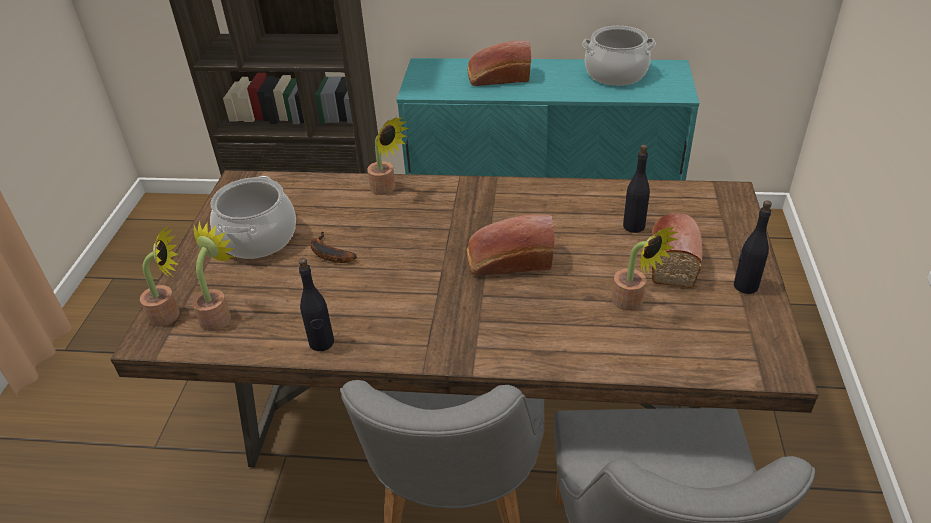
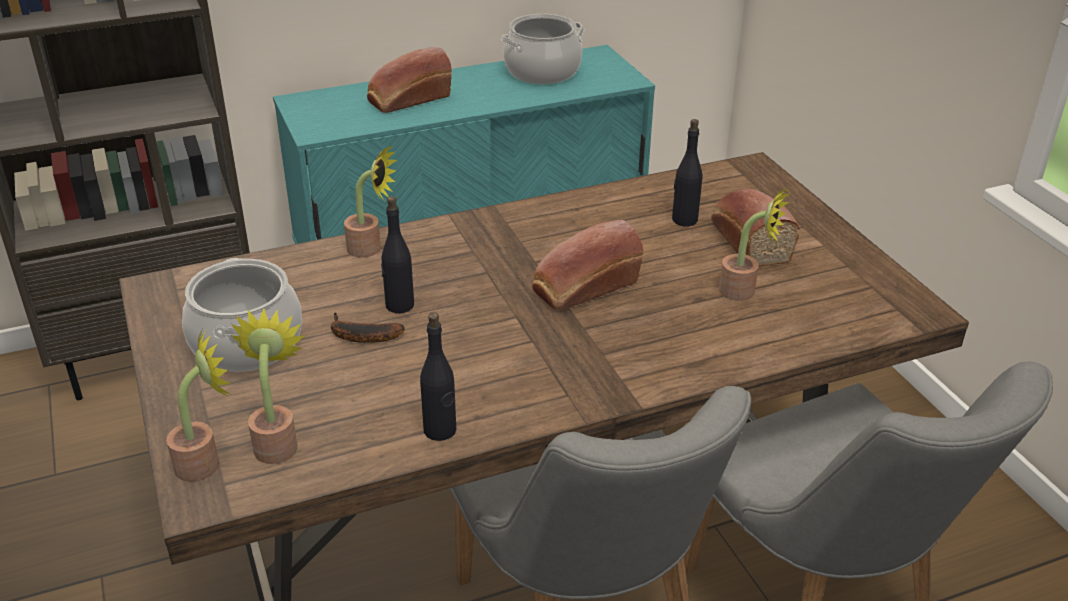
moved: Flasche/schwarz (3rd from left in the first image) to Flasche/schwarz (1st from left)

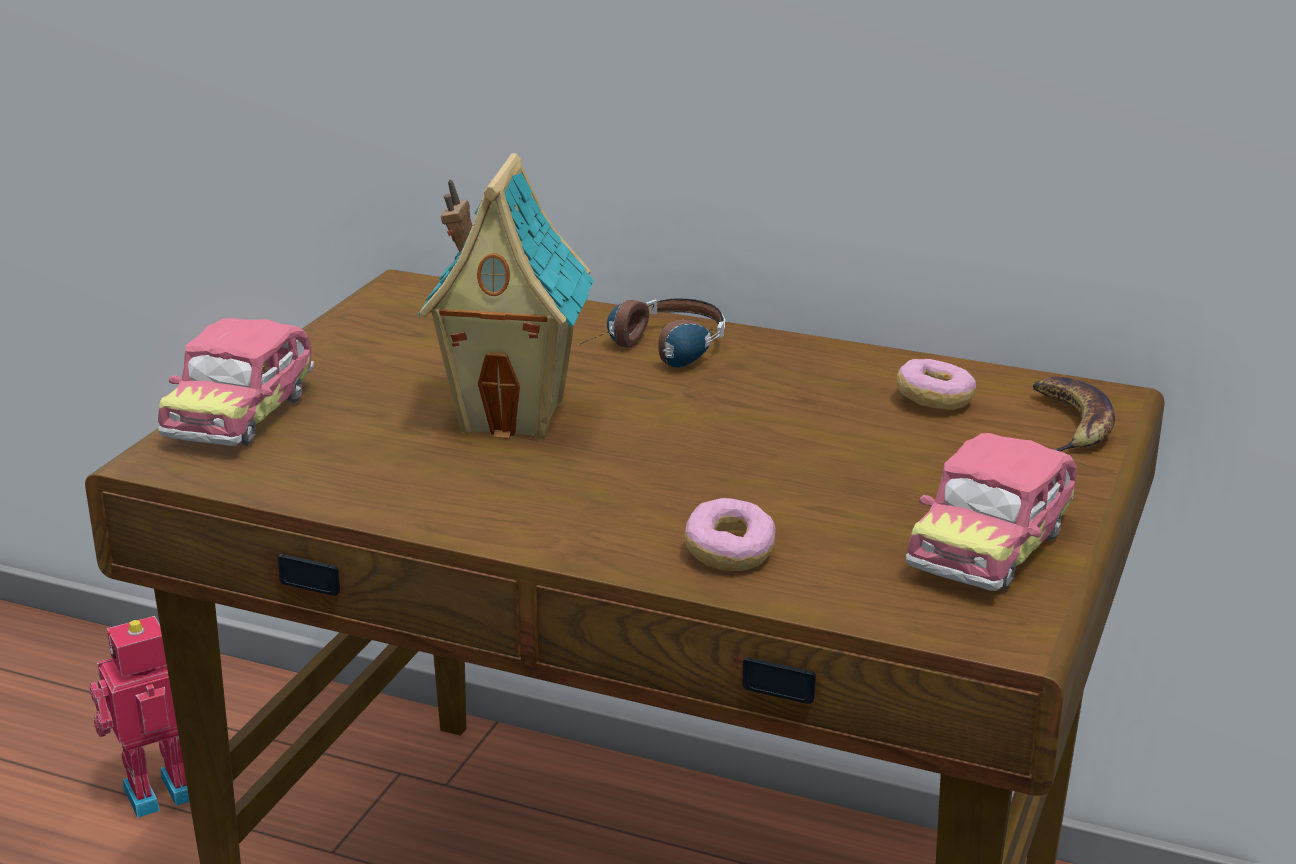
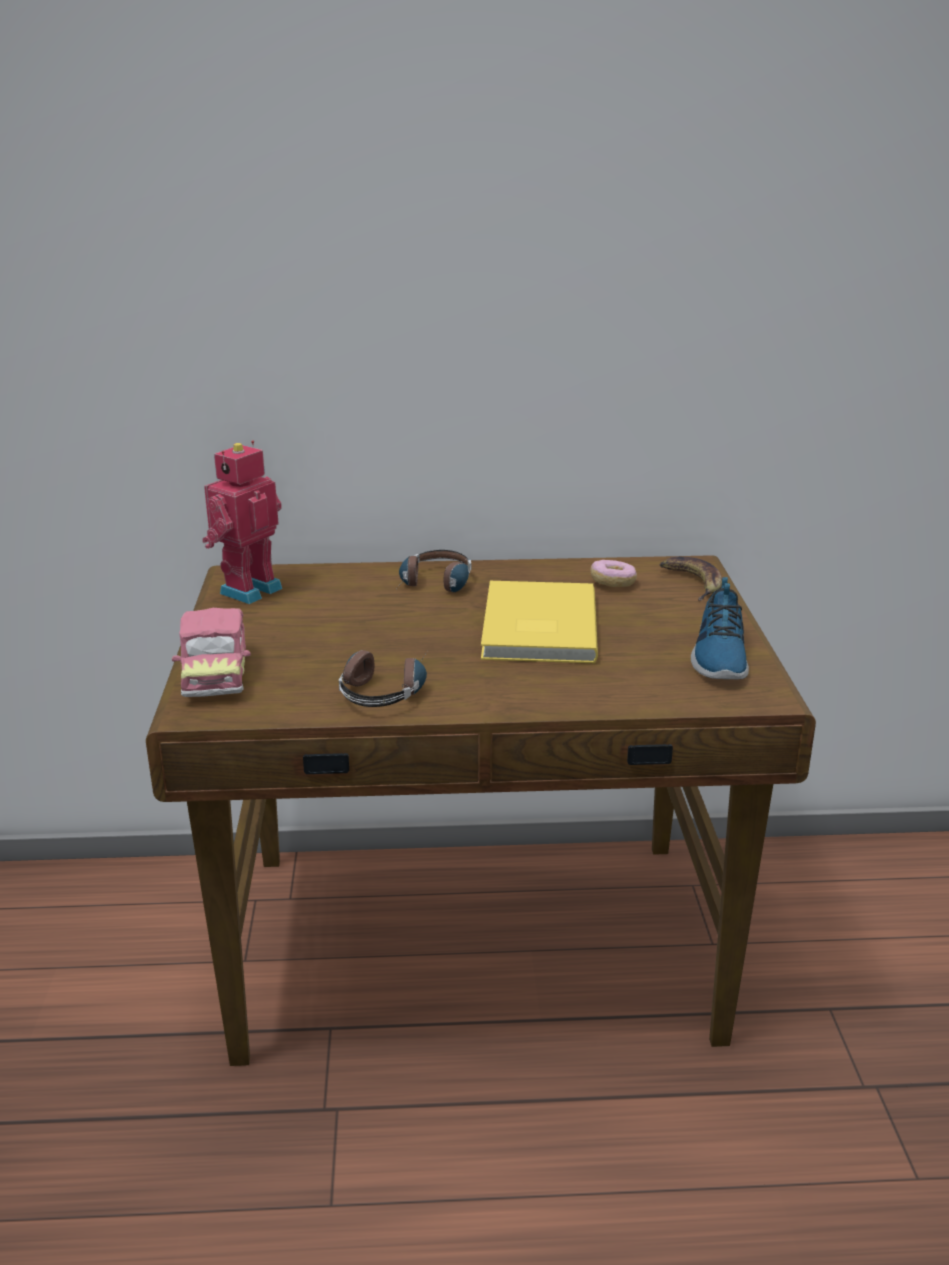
removed: Spielzeughaus; Donut (1st from left)
added: Kopfhörer (1st from left); Buch/gelb
moved: Spielzeugroboter
replaced: Spielzeugauto (2nd from left) to Schuh

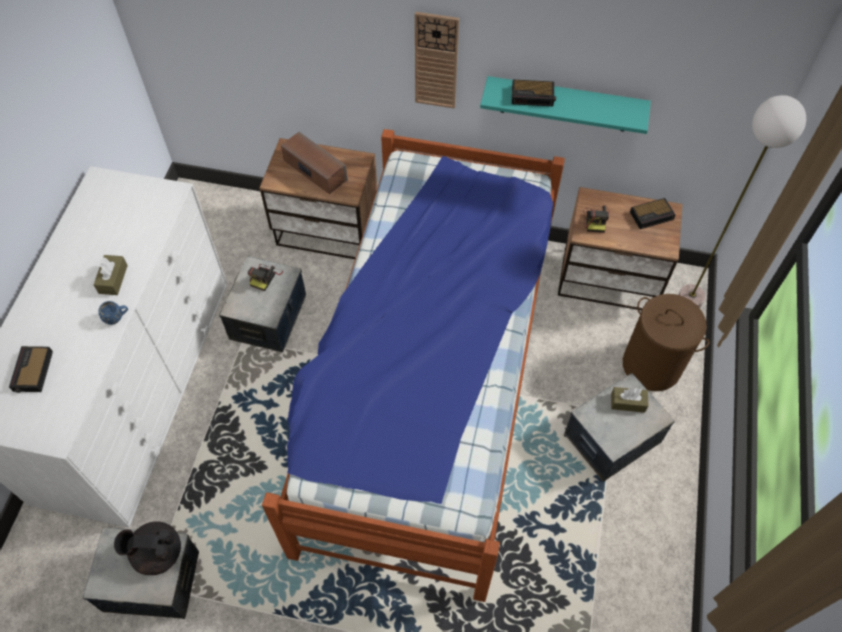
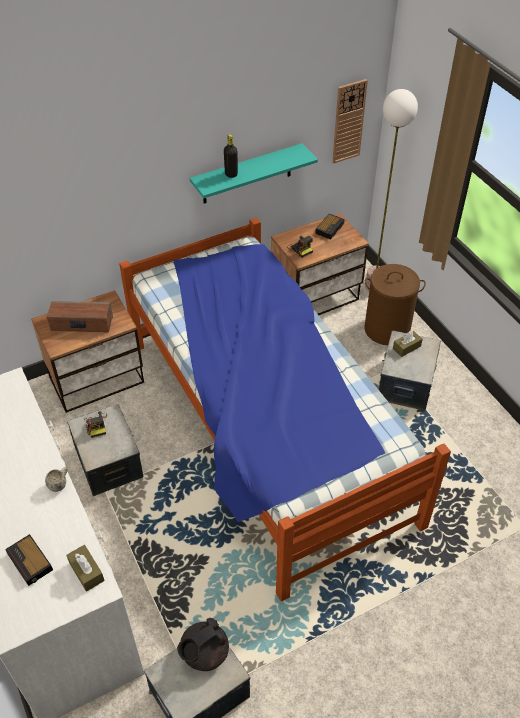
moved: Taschentuchbox/braun (1st from left); Wanduhr
replaced: Wecker (2nd from left) to Flasche/schwarz
recoloured: Henkelbecher/blau to Henkelbecher/weiß

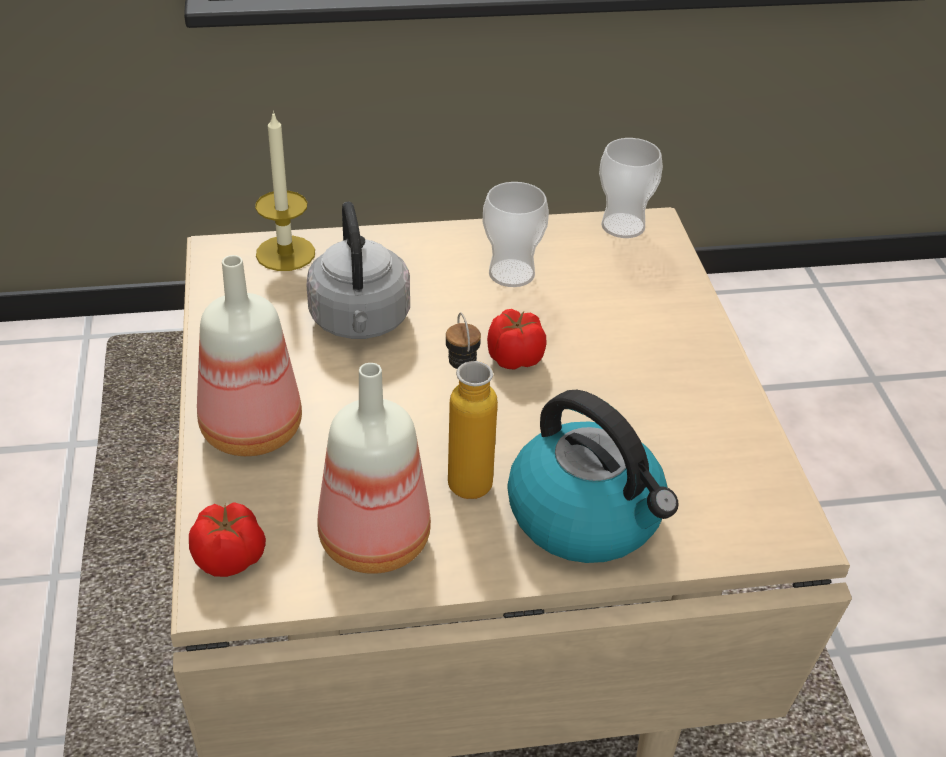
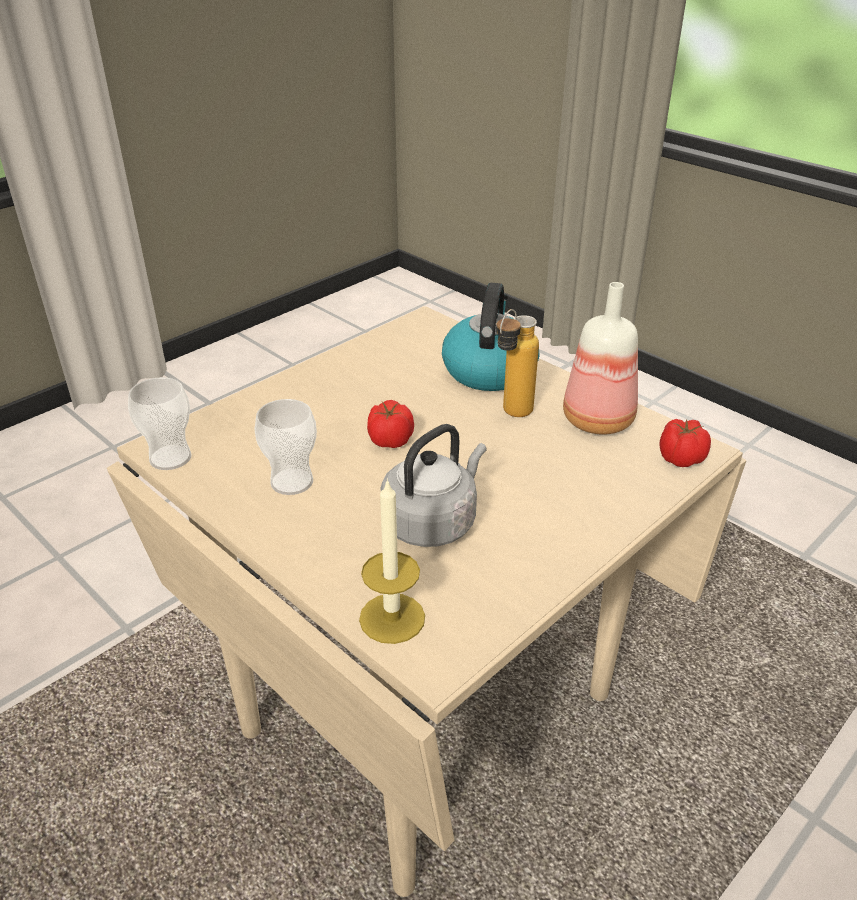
removed: Flasche (1st from left)

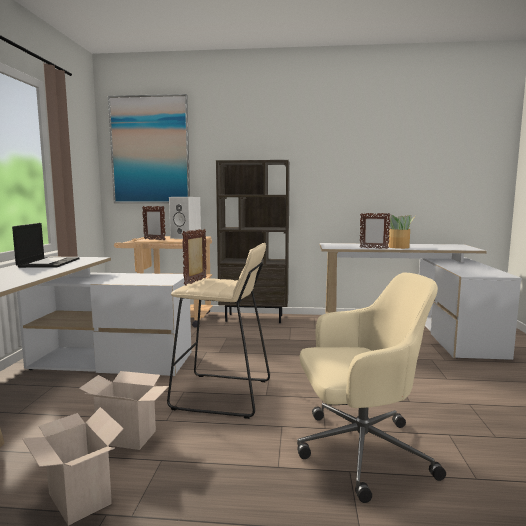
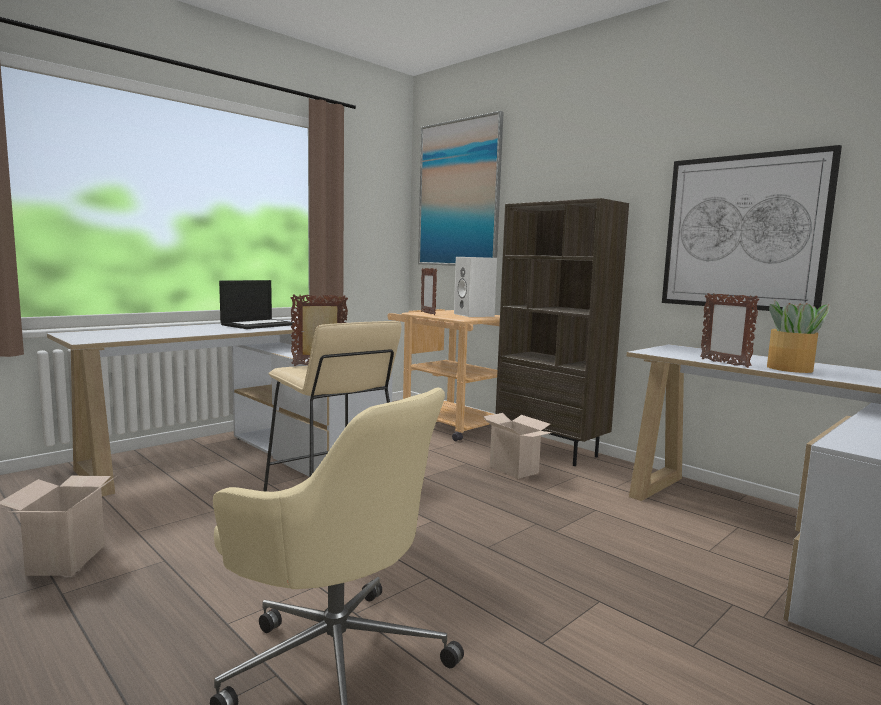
added: Bild (2nd from left)
moved: Karton (2nd from left)

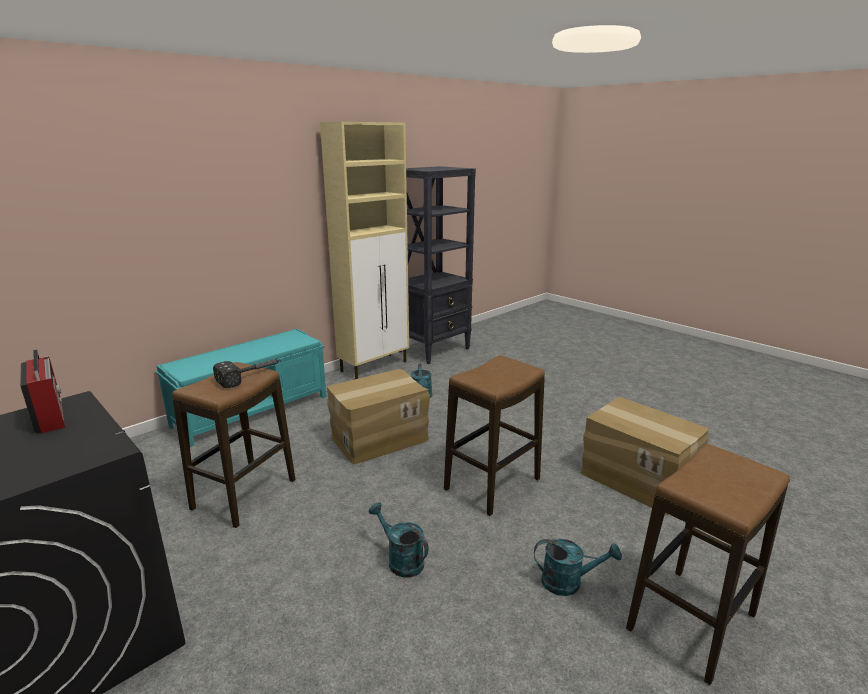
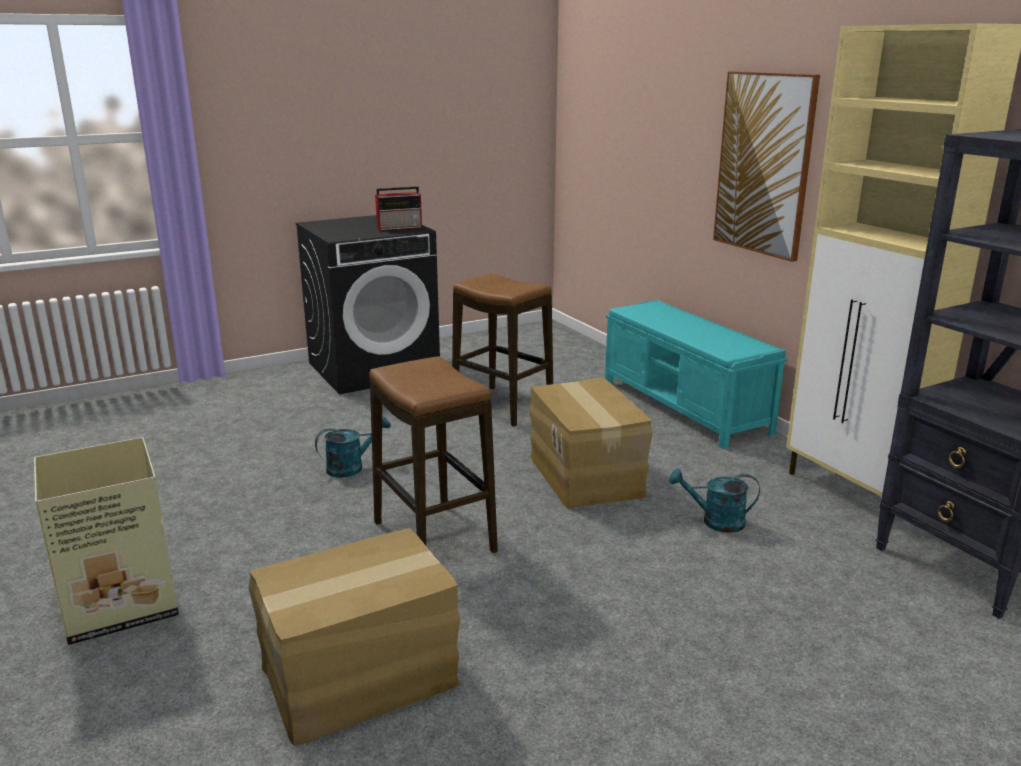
removed: Hammer; Gießkanne/türkis (3rd from left)
added: Bild
replaced: Hocker (3rd from left) to Karton (1st from left)

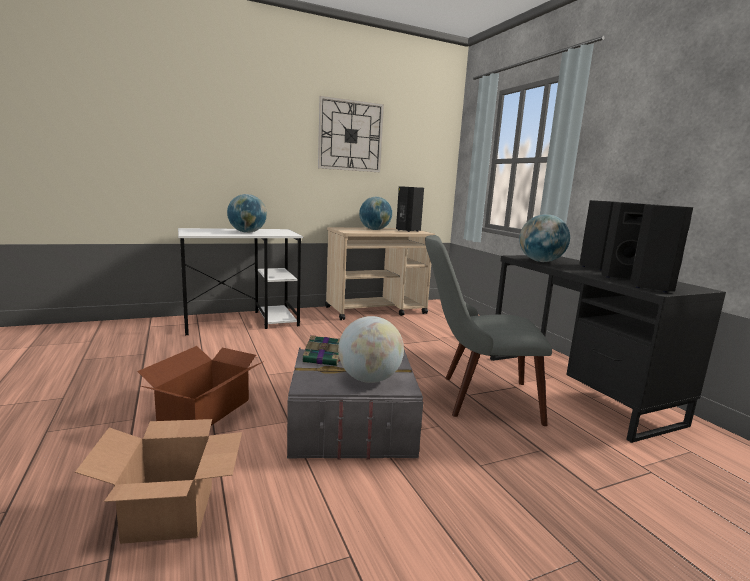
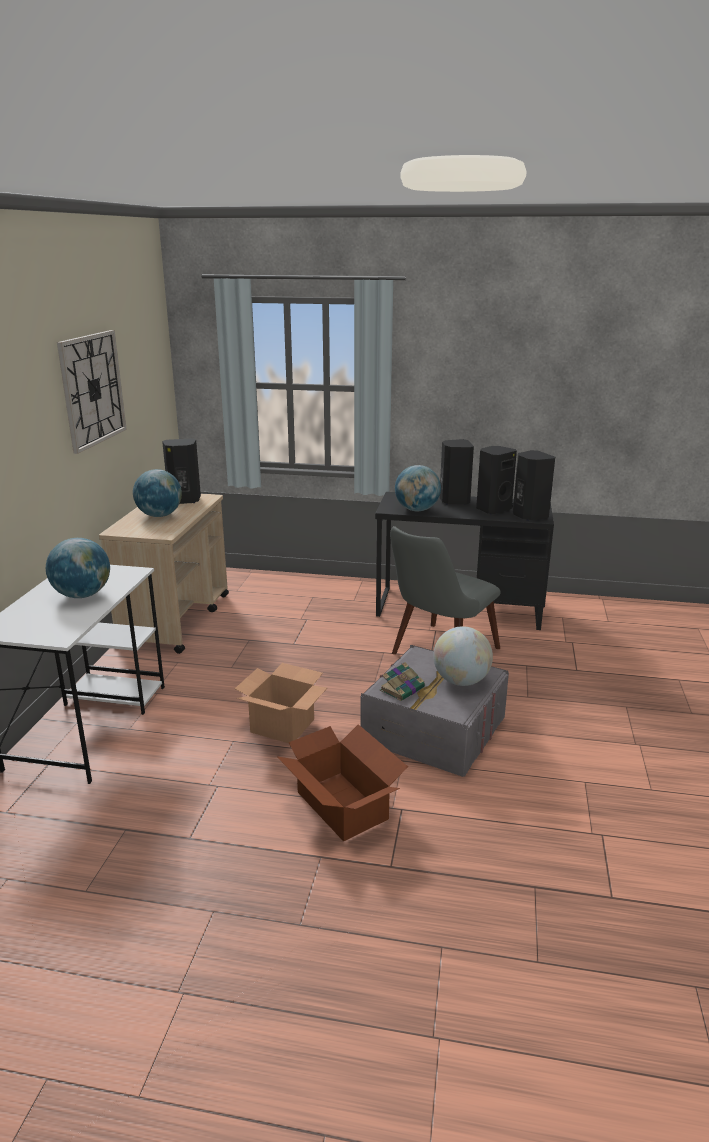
moved: Karton (1st from left)

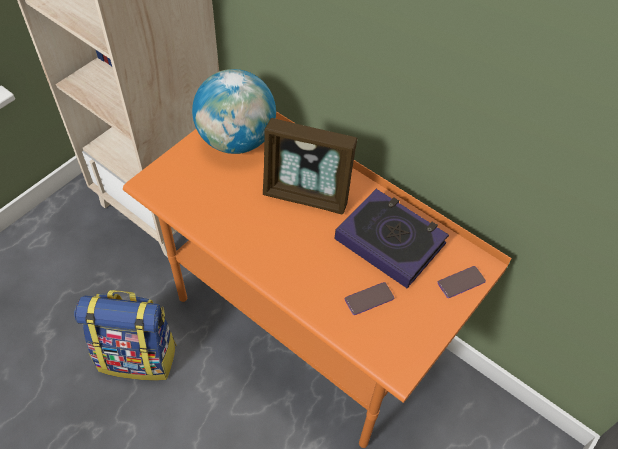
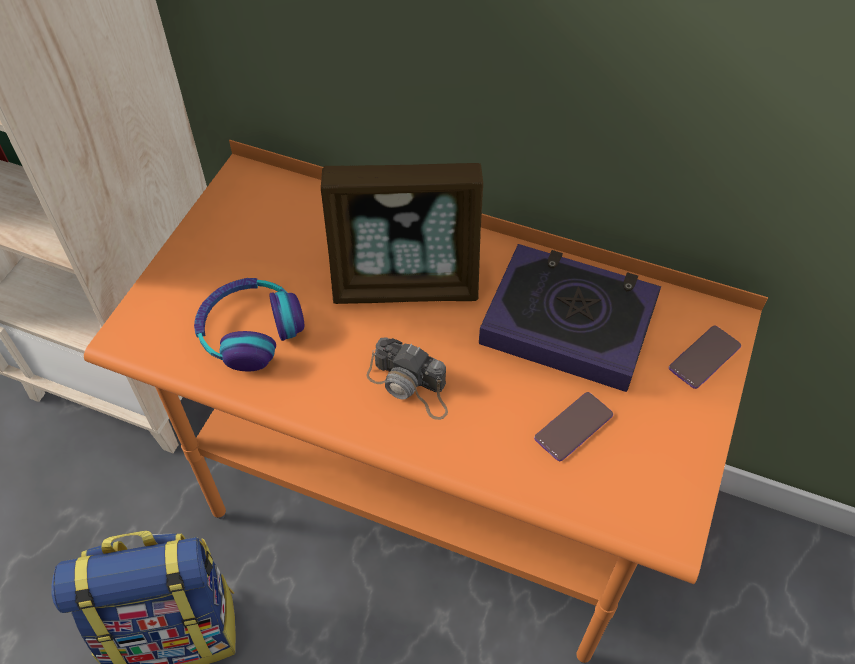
removed: Globus
added: Kopfhörer; Kamera

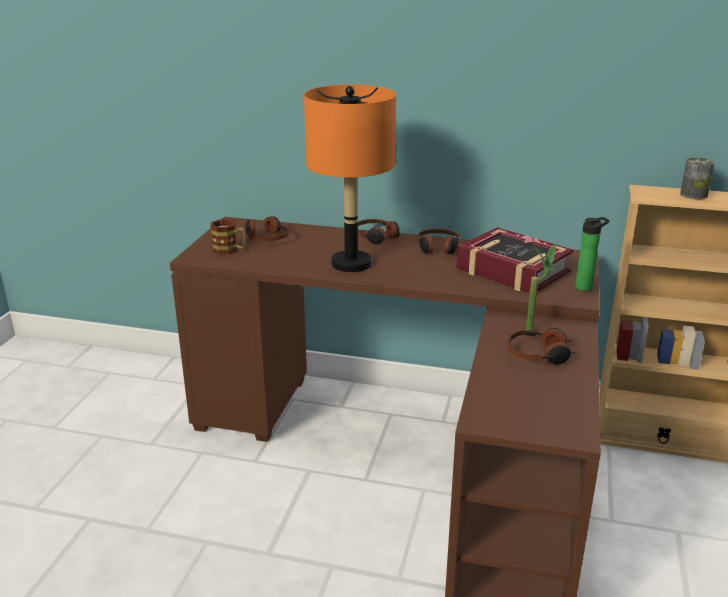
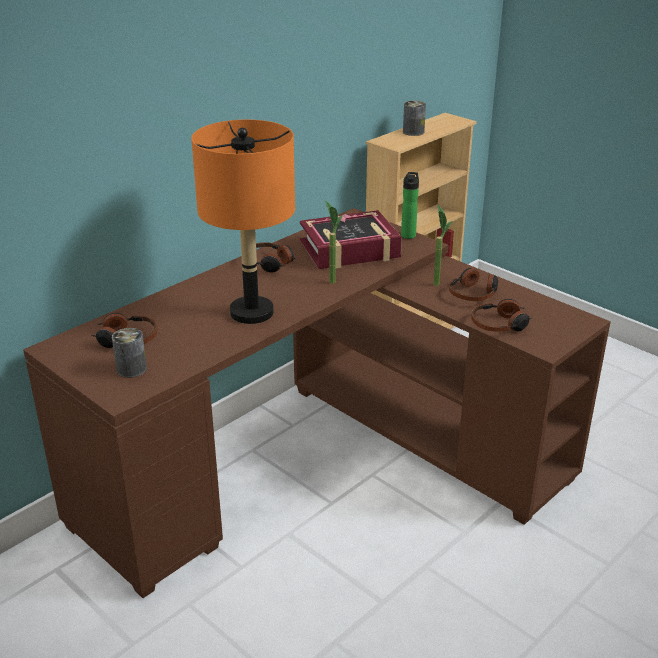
added: Topfpflanze (1st from left)
moved: Kopfhörer (2nd from left in the first image) to Kopfhörer (4th from left)
replaced: Henkelbecher to Dose (1st from left)

